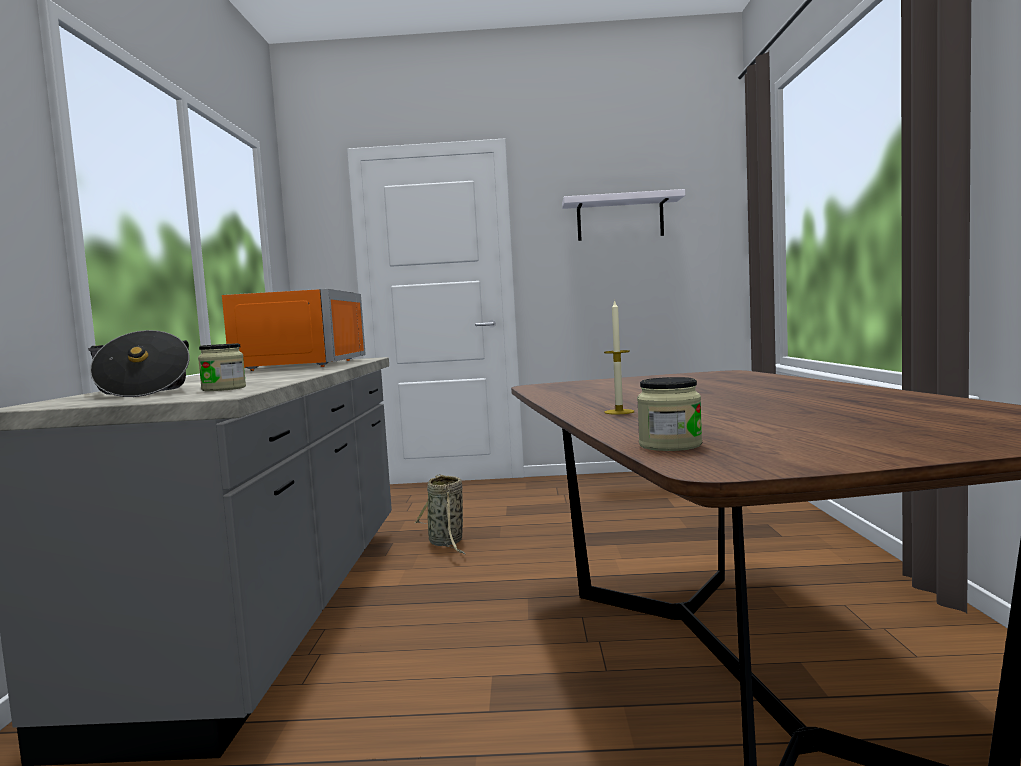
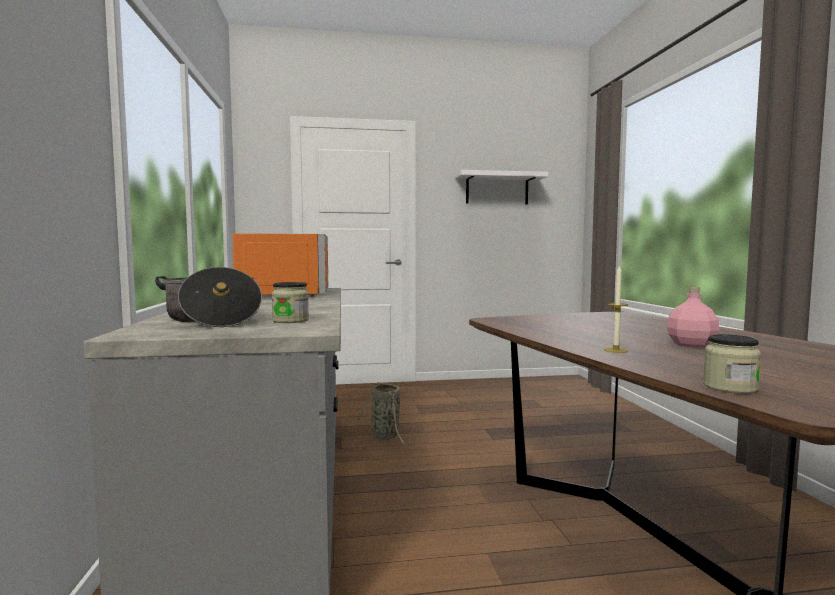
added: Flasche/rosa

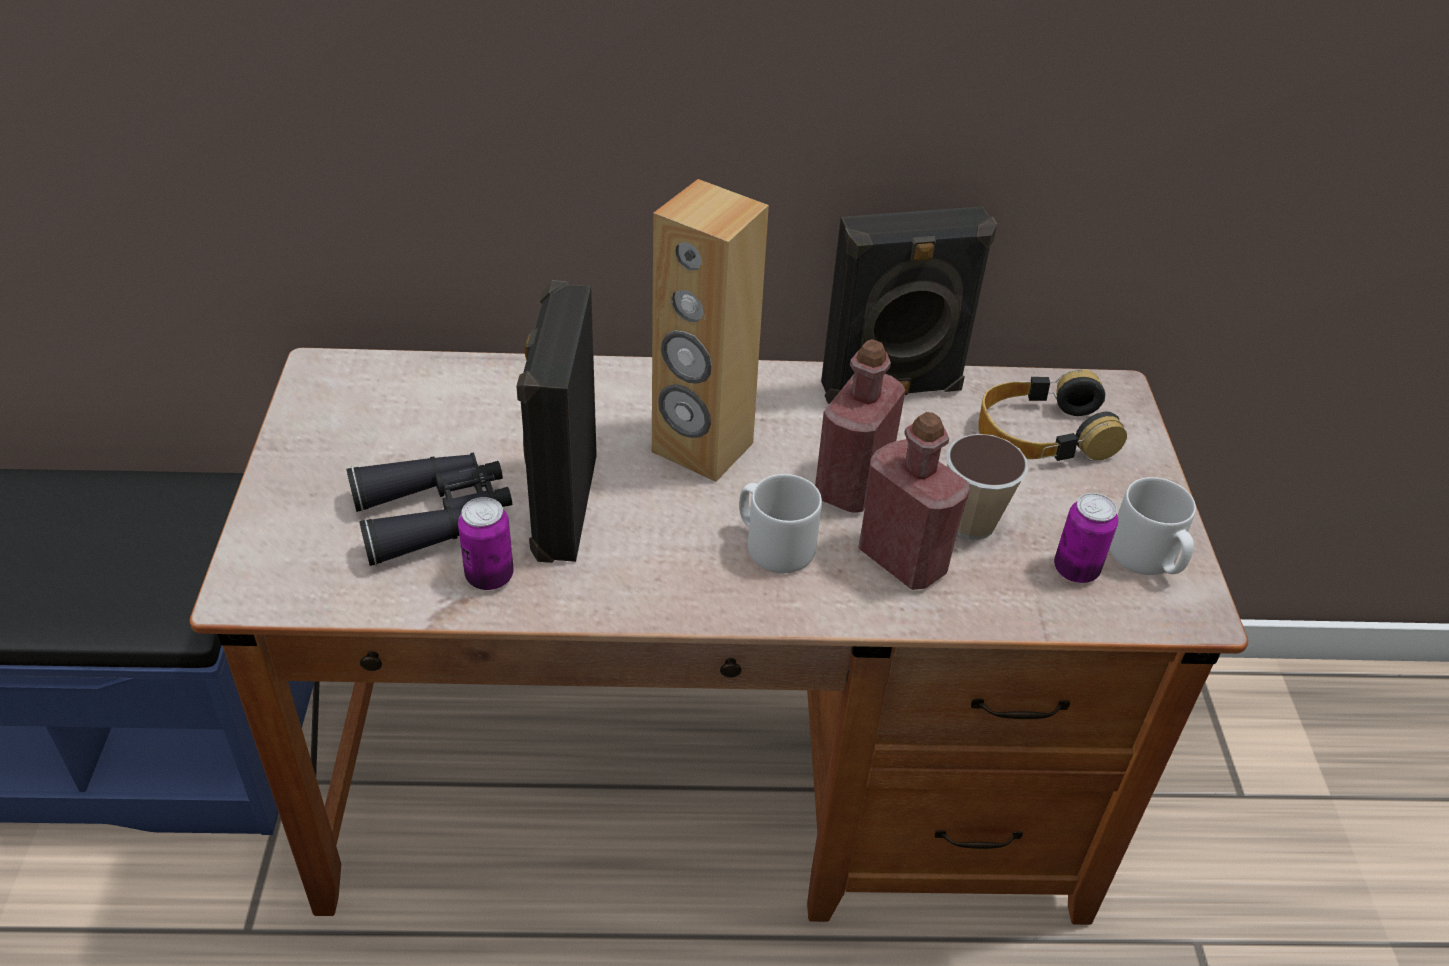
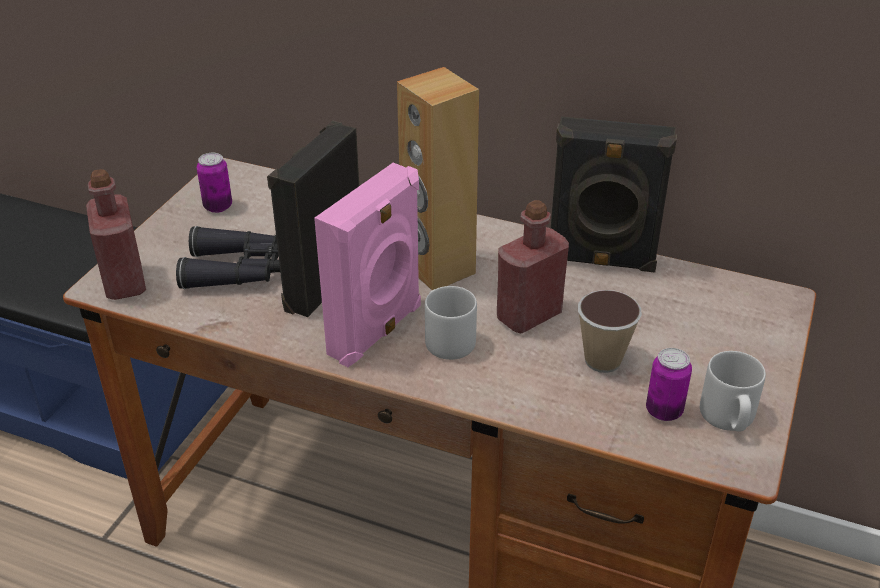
removed: Kopfhörer
added: Lautsprecher/rosa
moved: Dose (1st from left); Flasche/rot (2nd from left in the first image) to Flasche/rot (1st from left)

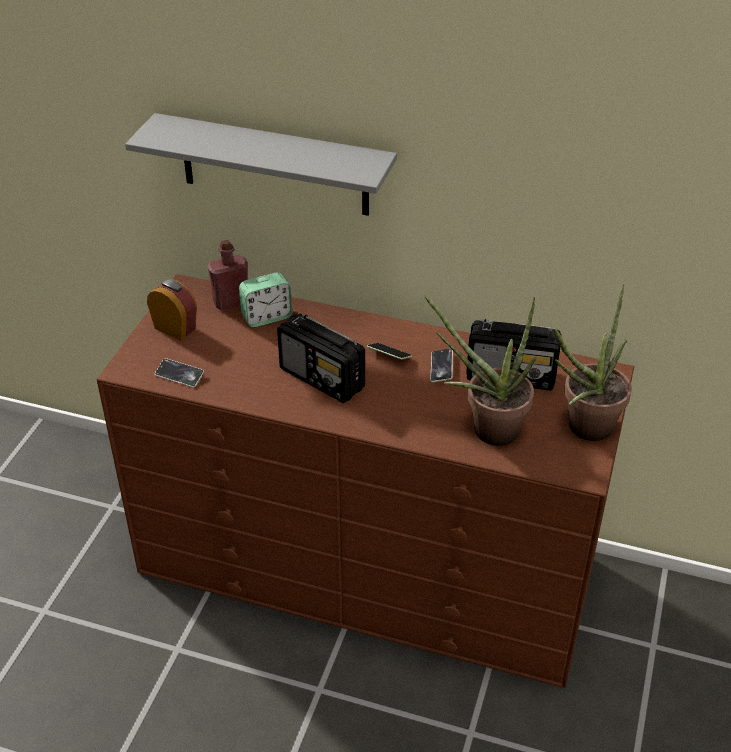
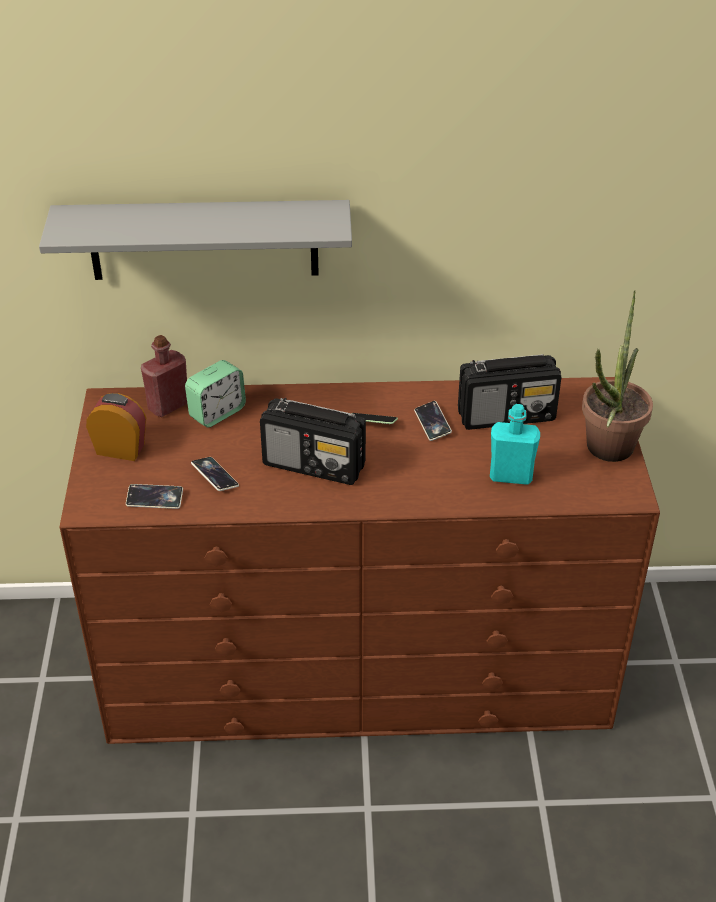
added: Handy (2nd from left)
replaced: Topfpflanze (1st from left) to Flasche/türkis

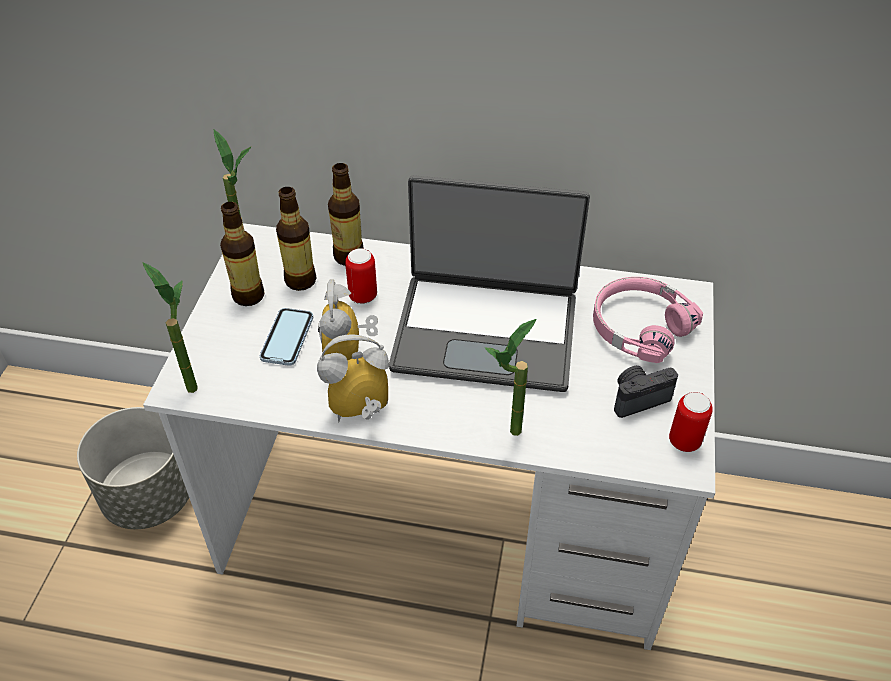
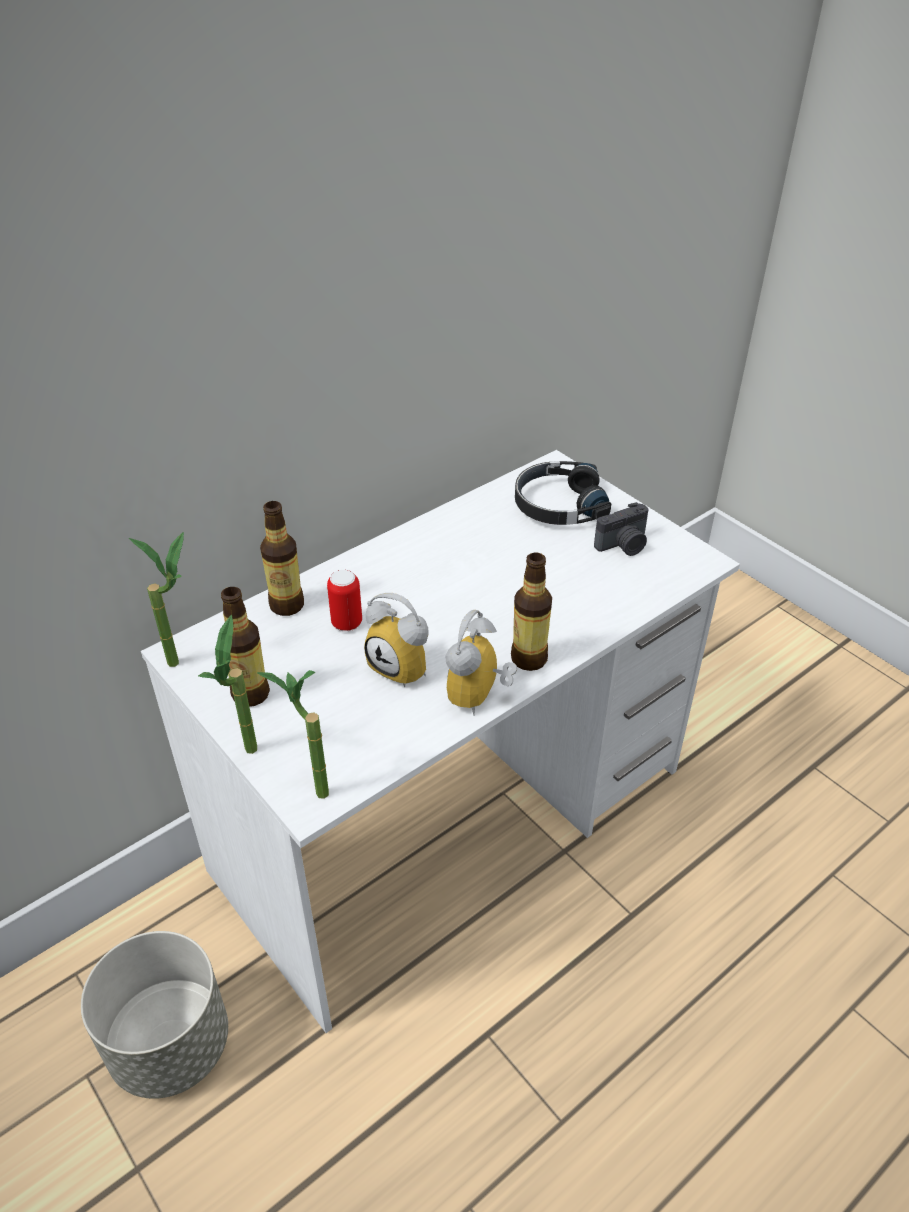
removed: Handy; Laptop; Dose (2nd from left)
moved: Flasche (2nd from left in the first image) to Flasche (3rd from left); Topfpflanze (3rd from left in the first image) to Topfpflanze (2nd from left)
recoloured: Kopfhörer/rosa to Kopfhörer/schwarz
turned: Kamera 135 degrees counterclockwise

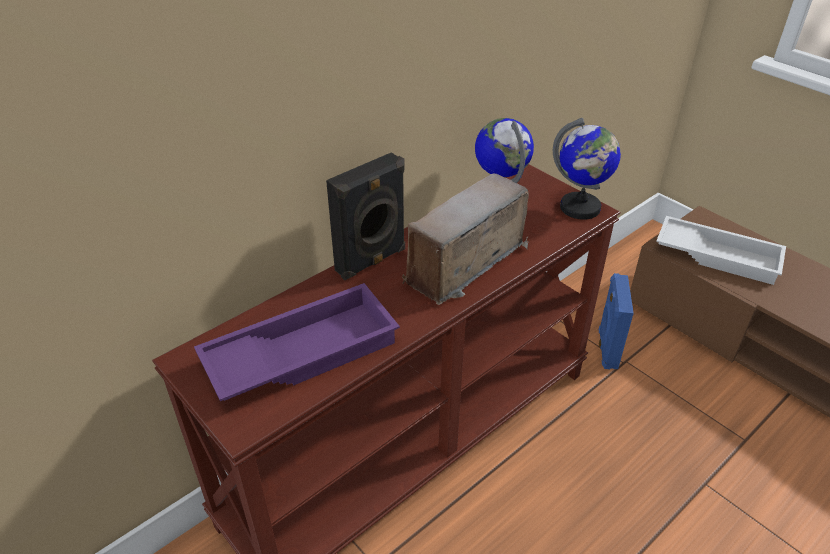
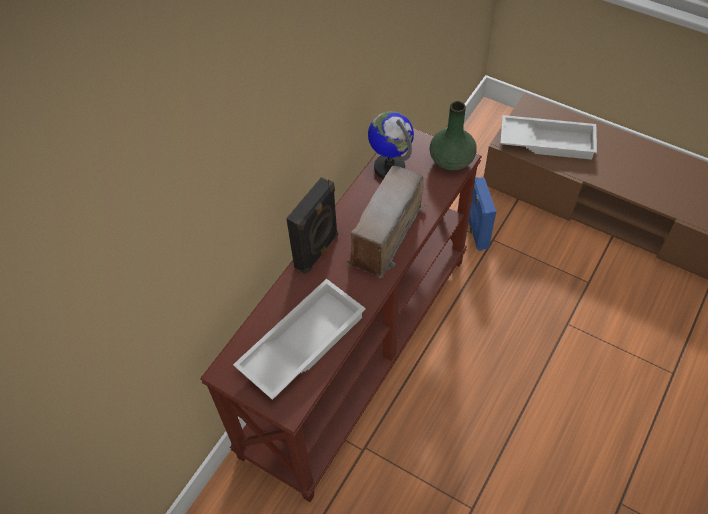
replaced: Globus (2nd from left) to Vase/grün
recoloured: Tablett/lila to Tablett/weiß (1st from left)

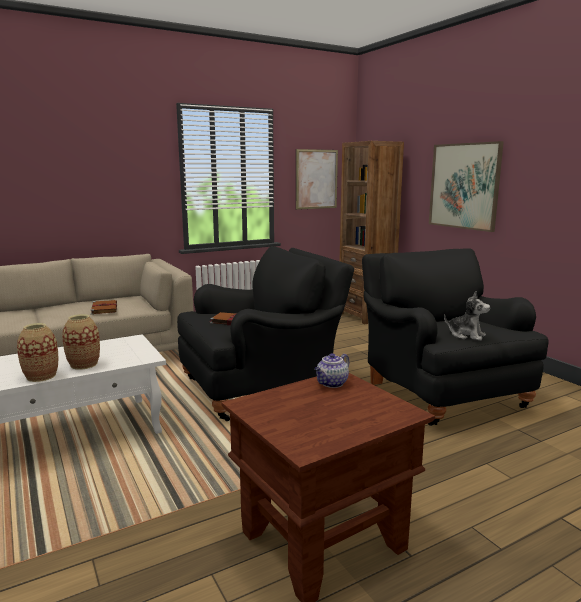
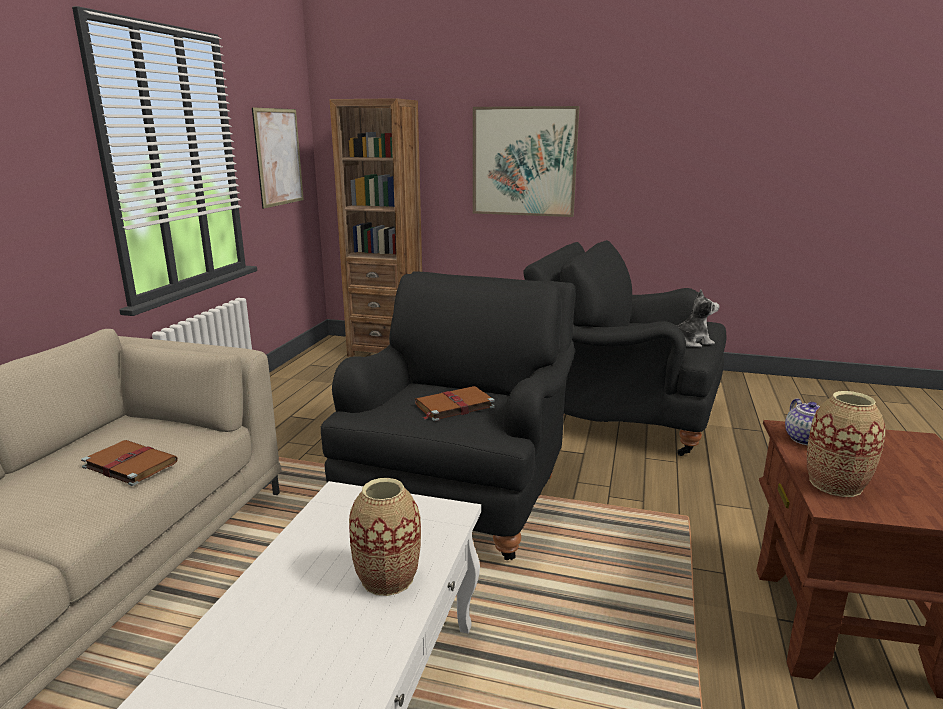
moved: Vase (1st from left in the first image) to Vase (2nd from left)

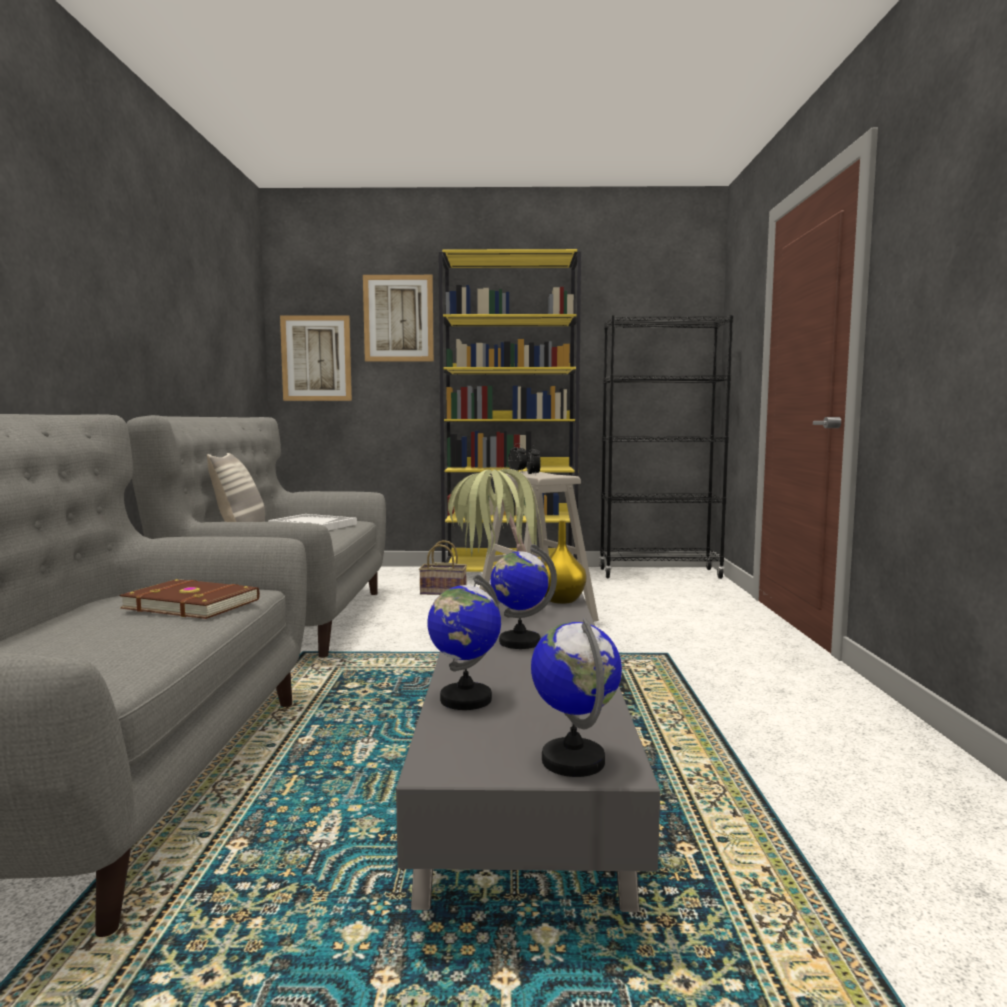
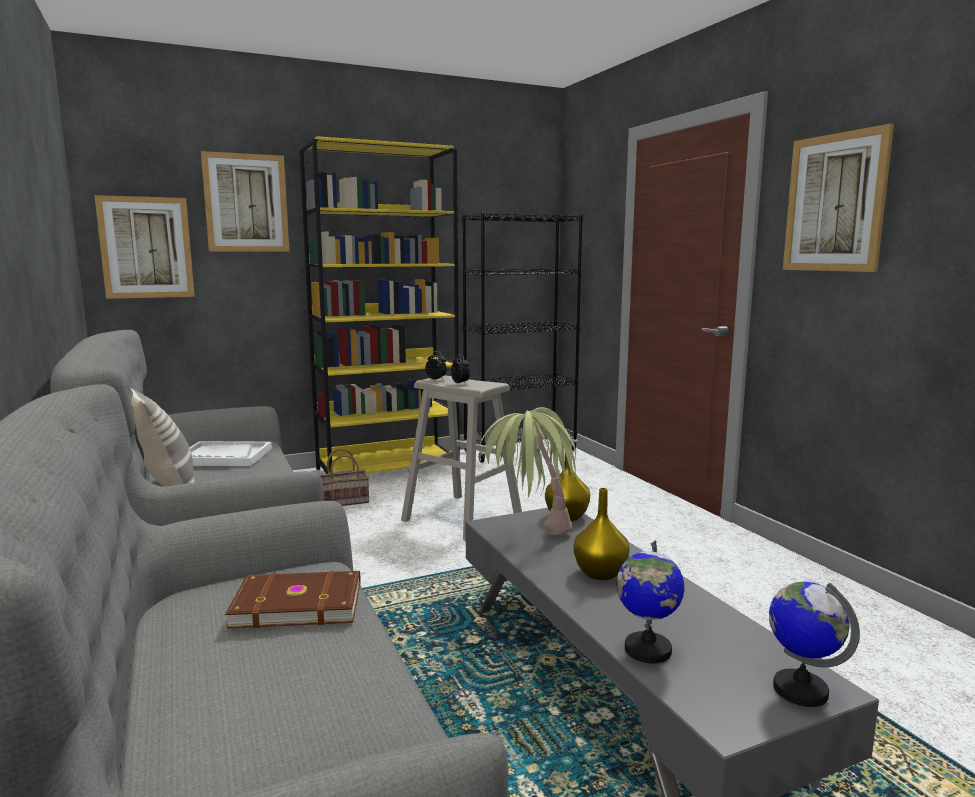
added: Bild (3rd from left)
replaced: Globus (2nd from left) to Vase/gelb (2nd from left)

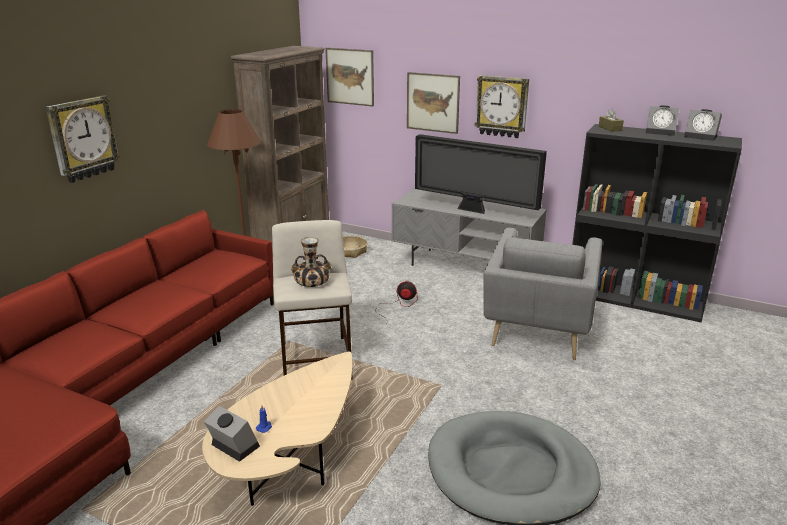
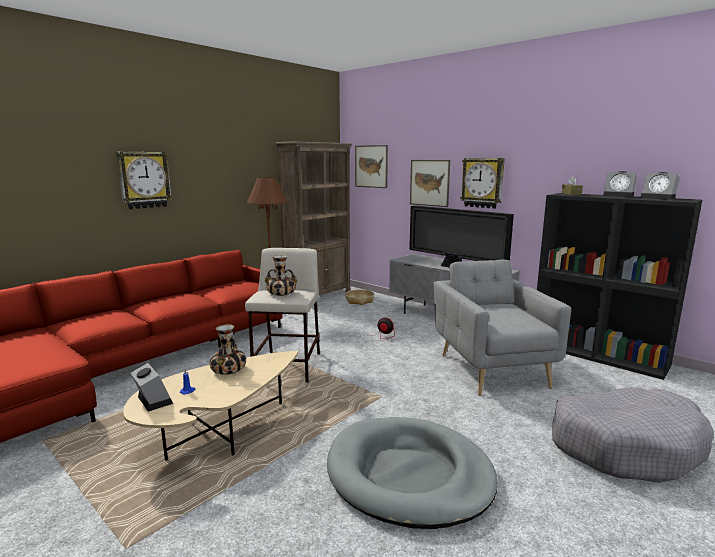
added: Vase (1st from left); Hundebett/grau (2nd from left)
turned: Sessel/grau 135 degrees clockwise

